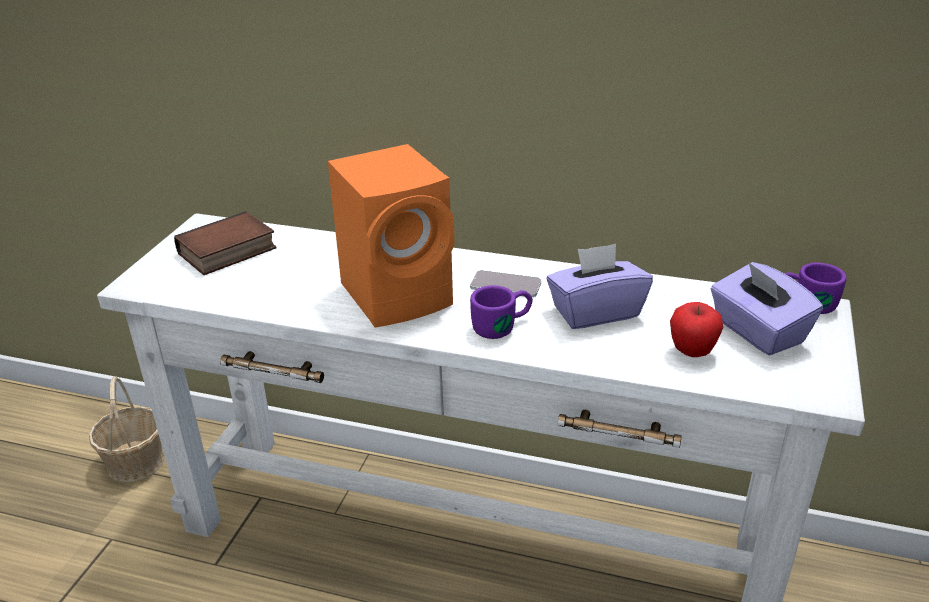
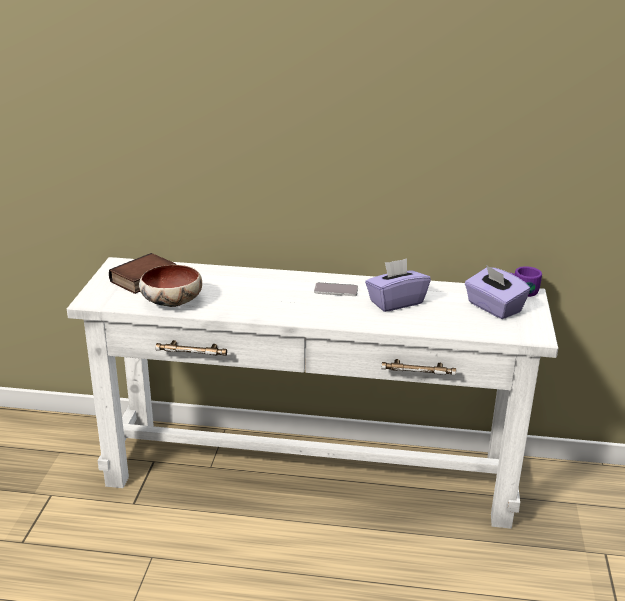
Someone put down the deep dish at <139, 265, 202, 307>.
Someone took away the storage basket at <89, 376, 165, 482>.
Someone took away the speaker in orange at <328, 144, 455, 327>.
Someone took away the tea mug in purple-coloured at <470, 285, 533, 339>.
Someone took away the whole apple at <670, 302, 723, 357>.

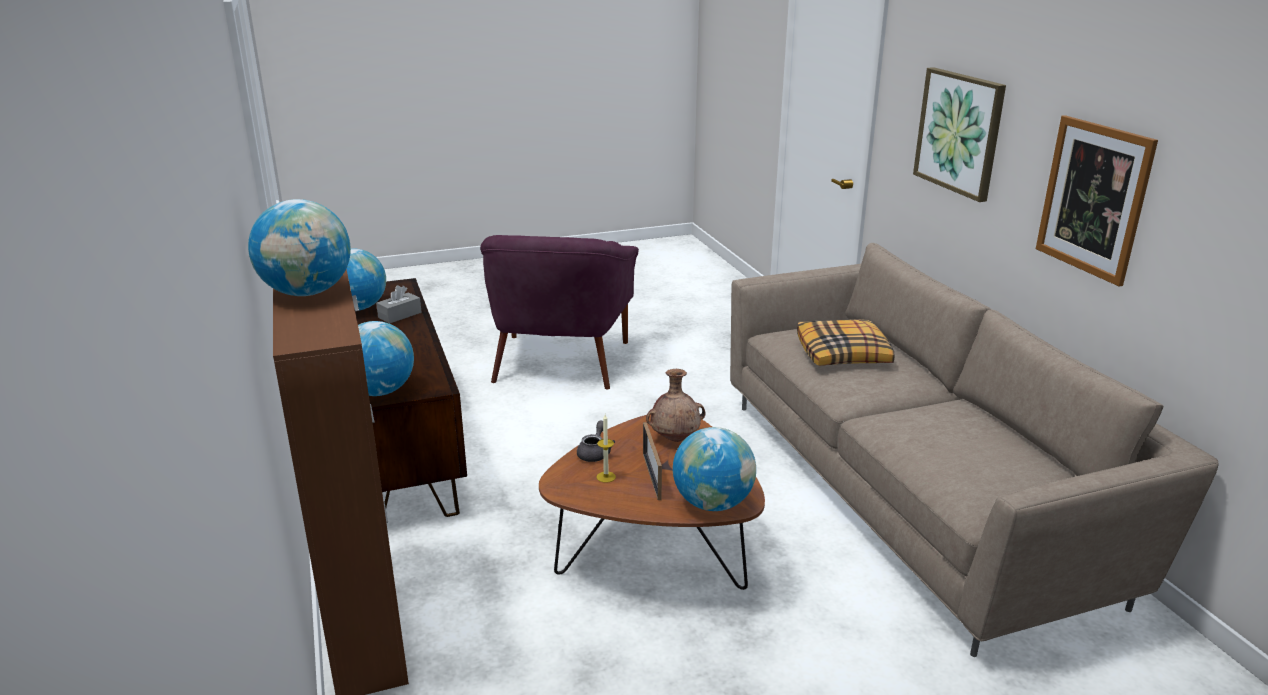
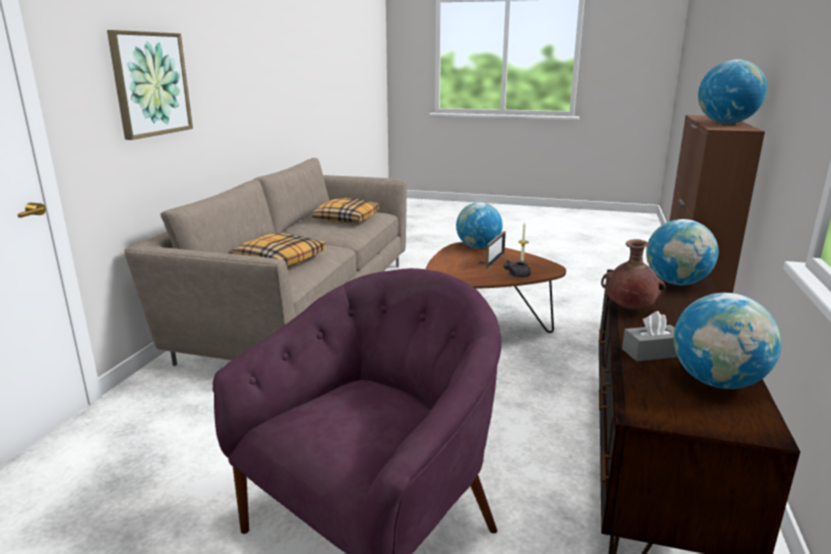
Someone put down the throw pillow at <312, 198, 379, 223>.
Someone carried the vase in brown from <646, 369, 705, 442> to <601, 239, 666, 309>.
Someone took away the wall picture at <1036, 115, 1158, 287>.

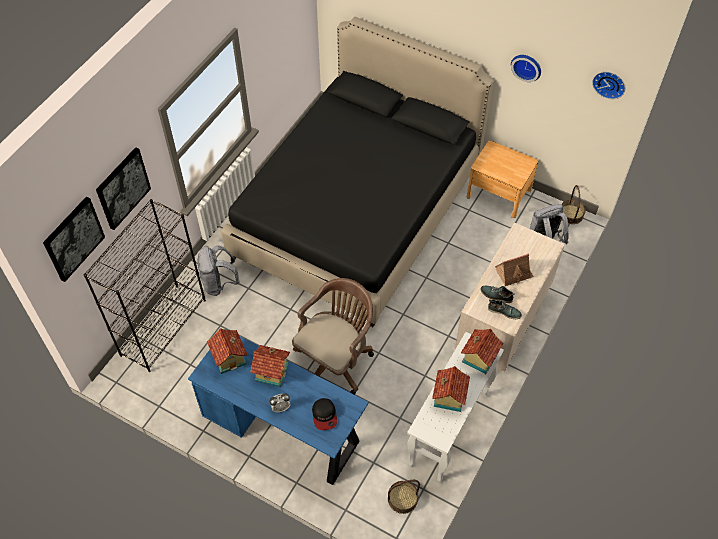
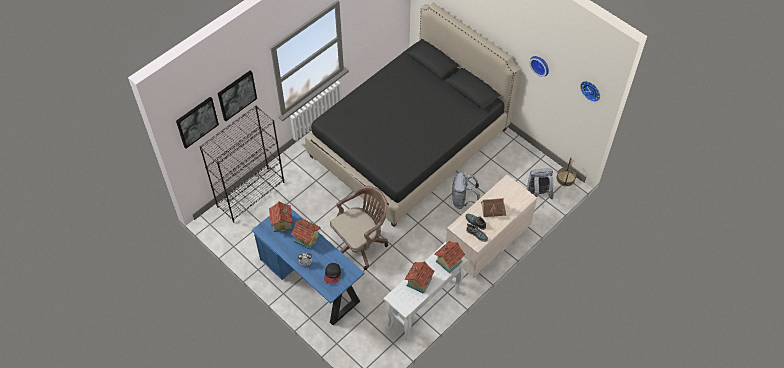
Someone carried the backpack in greyish from <197, 246, 240, 296> to <452, 172, 480, 209>.
Someone took away the storage basket at <388, 480, 420, 514>.
Someone took away the bedside table in brown at <467, 140, 538, 218>.

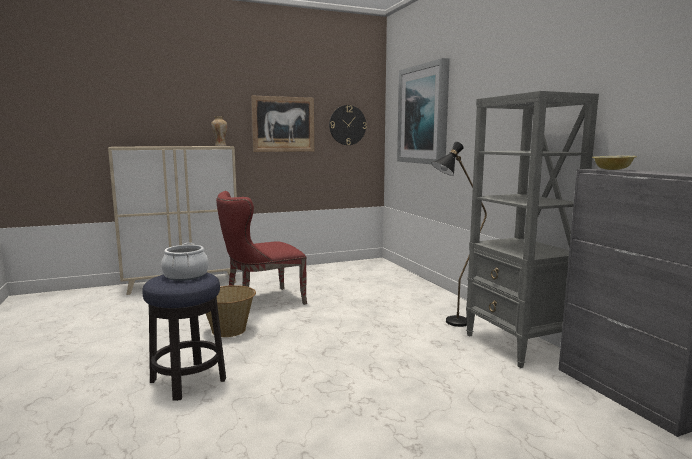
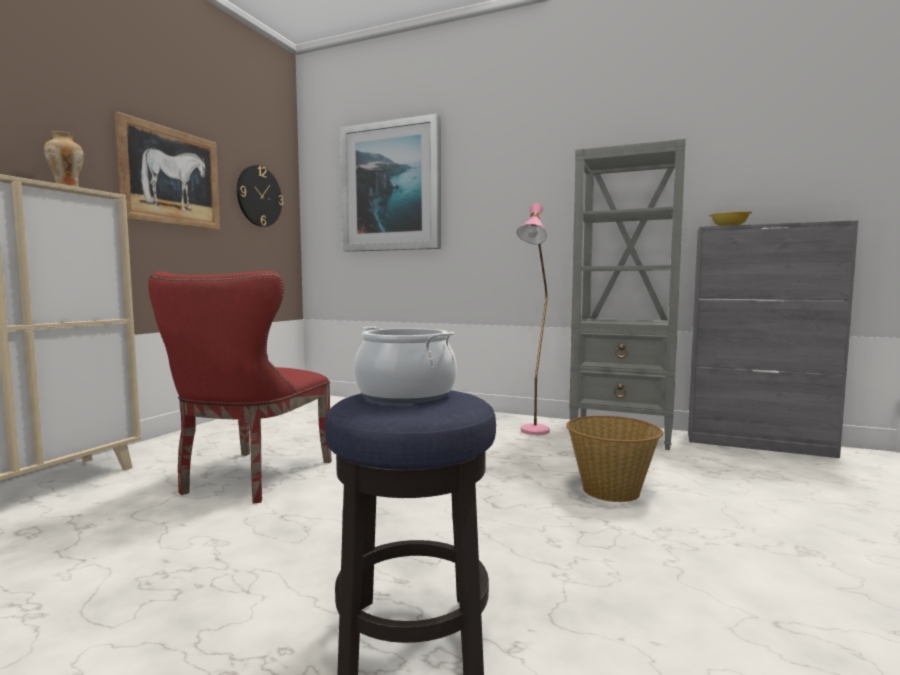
Someone repainted the floor lamp in blackish at <431, 142, 487, 327>, which became the floor lamp in pink-coloured at <517, 203, 550, 435>.
Someone carried the storage basket from <206, 285, 256, 337> to <566, 416, 663, 502>.

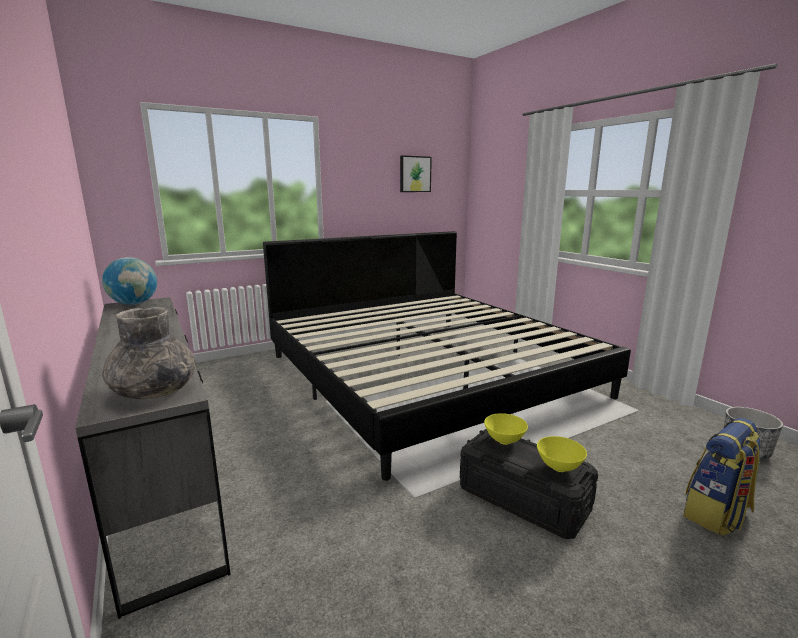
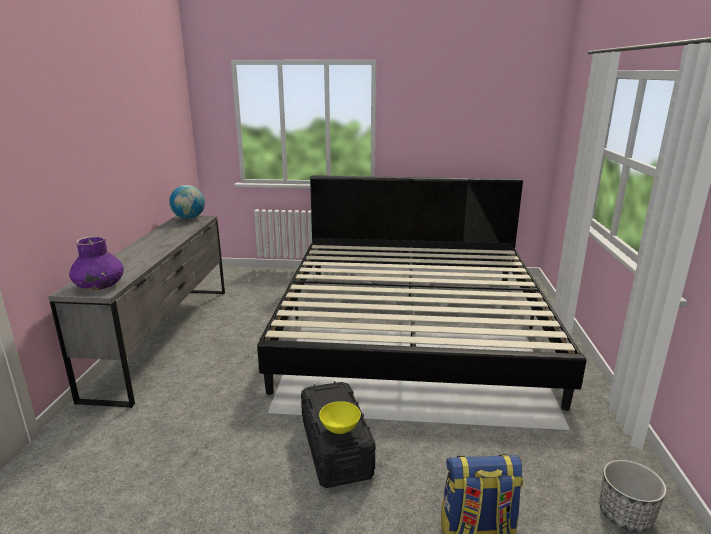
Someone repainted the vase in greyish at <102, 307, 195, 399>, which became the vase in purple-coloured at <69, 236, 124, 290>.
Someone took away the wall picture at <400, 155, 432, 192>.
Someone took away the deep dish in yellowish at <484, 413, 528, 445>.

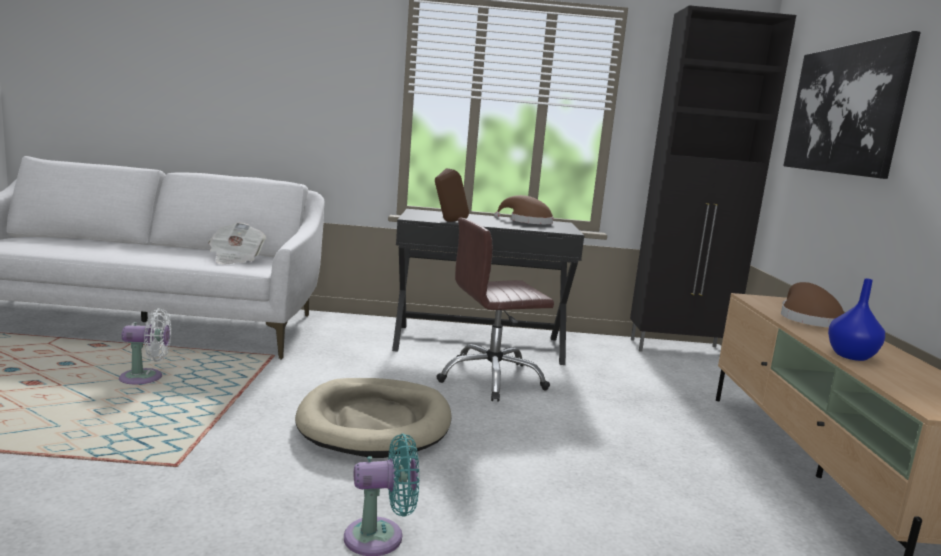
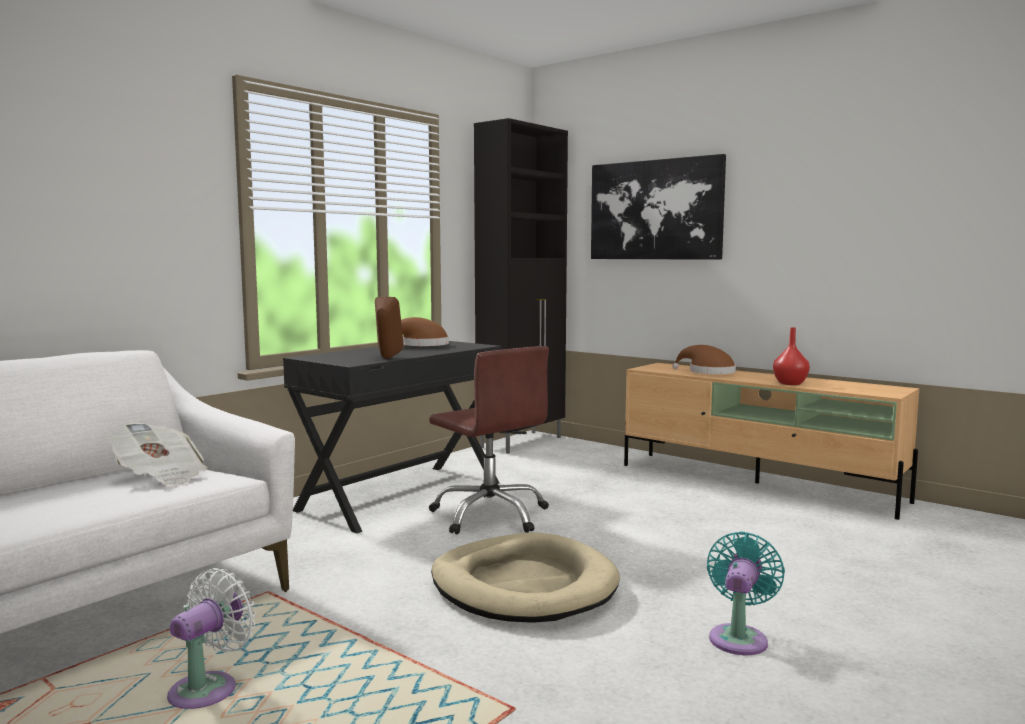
Someone rotated the desk chair in brown at <436, 218, 554, 402> by 60 degrees counterclockwise.
Someone repainted the vase in blue-coloured at <828, 278, 885, 361>, which became the vase in reddish at <773, 327, 810, 385>.

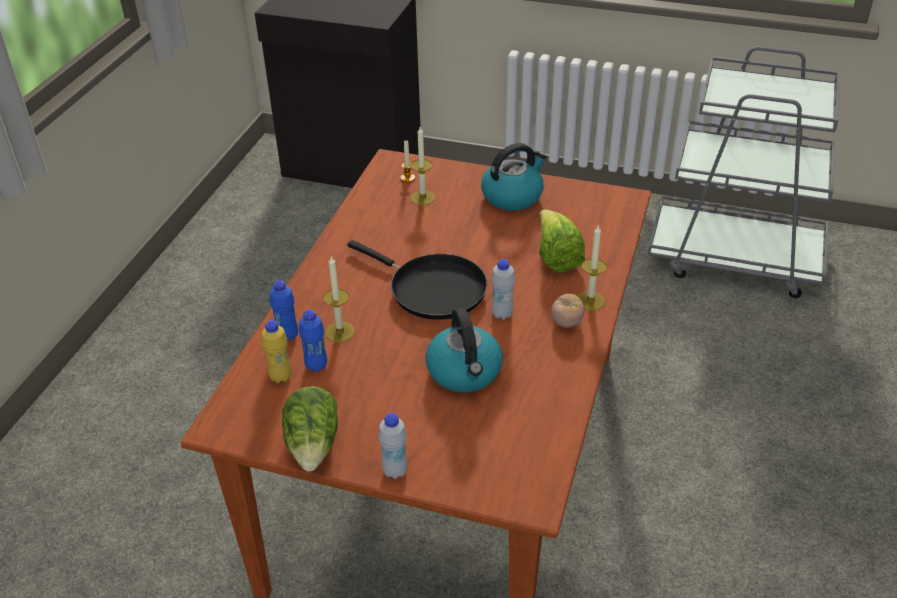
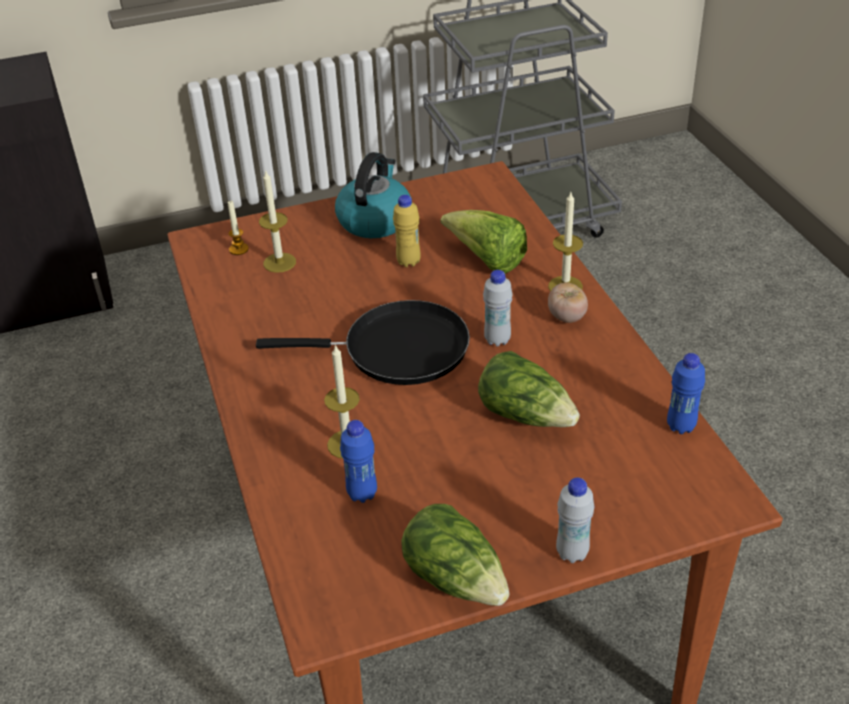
Someone carried the drink bottle in yellowish from <262, 320, 292, 383> to <393, 195, 421, 267>.
Someone swapped the kettle at <425, 307, 503, 392> for the lettuce at <478, 351, 580, 427>.
Someone carried the drink bottle in blue-coloured from <270, 280, 298, 341> to <667, 353, 705, 434>.

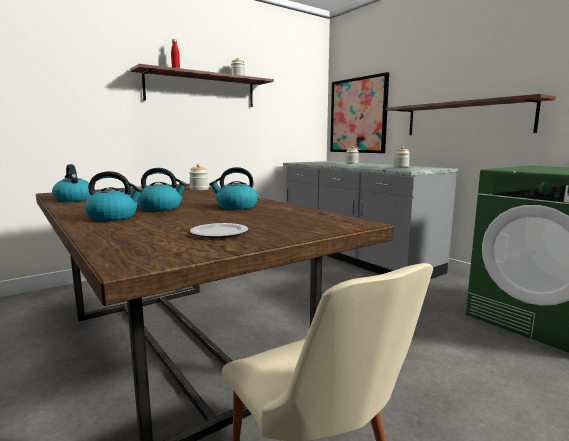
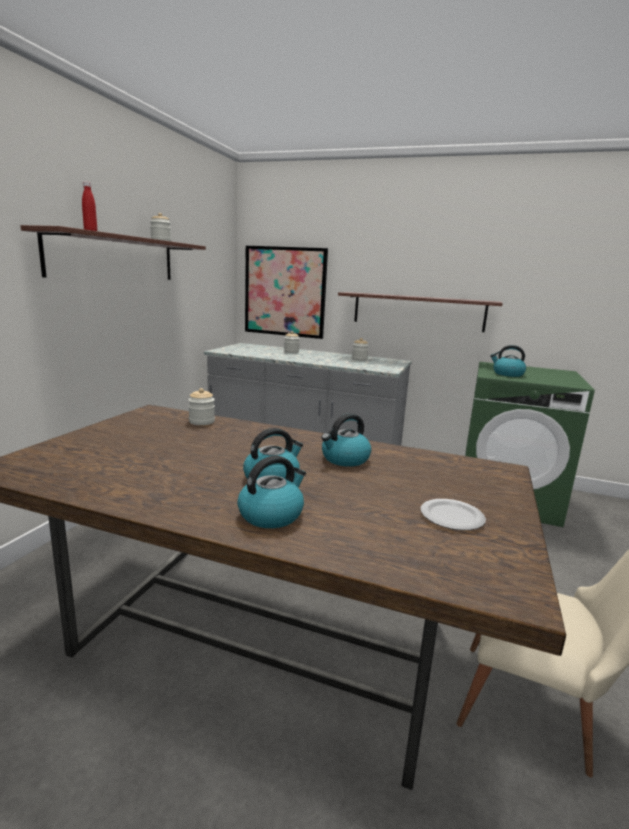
Someone carried the kettle from <52, 164, 91, 202> to <490, 345, 526, 377>.

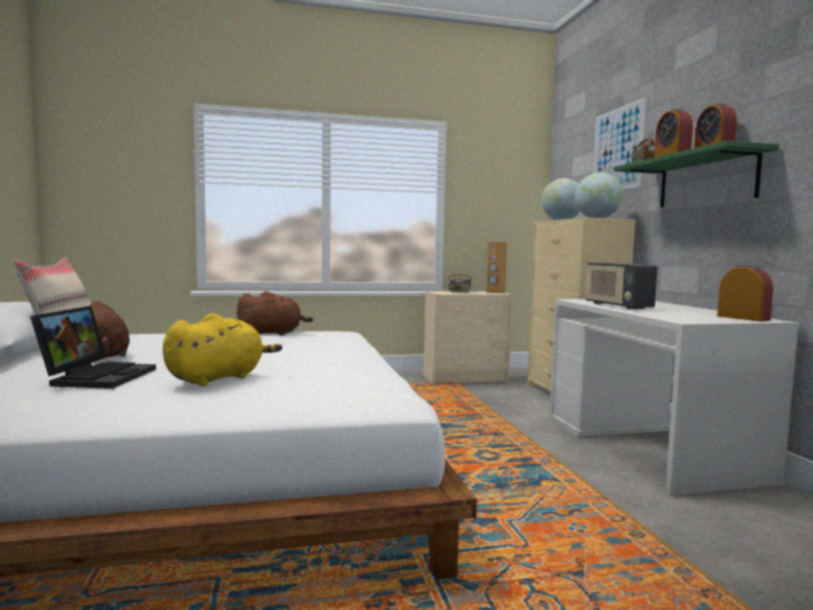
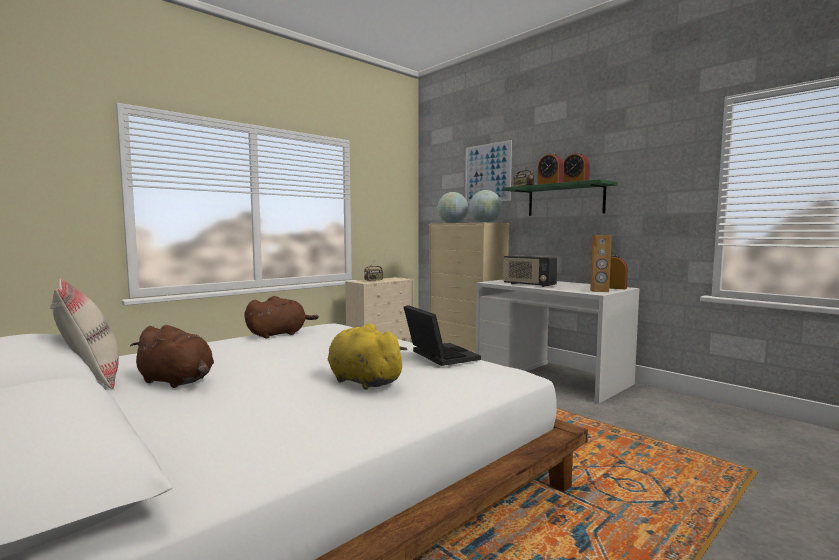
Someone rotated the plush toy in yellowish at <163, 313, 282, 386> by 60 degrees counterclockwise.
Someone carried the portable computer from <30, 306, 156, 389> to <404, 305, 481, 366>.
Someone carried the speaker in brown from <486, 242, 507, 293> to <590, 235, 612, 292>.

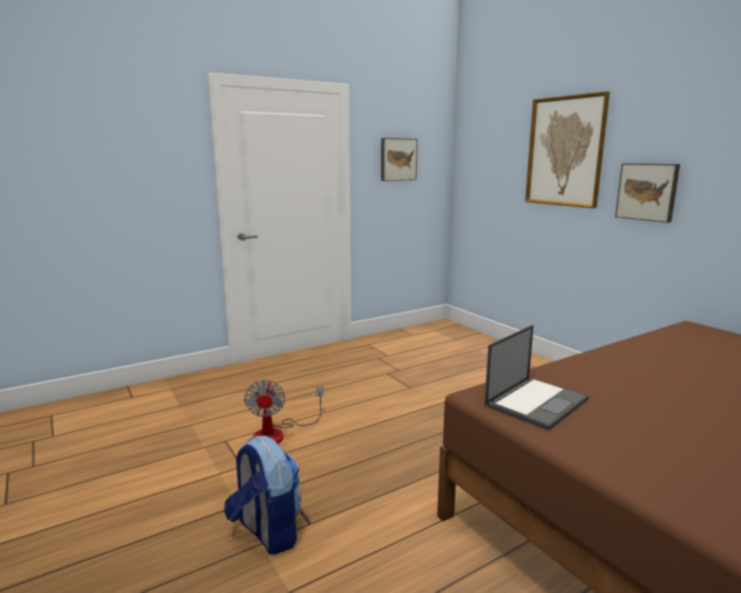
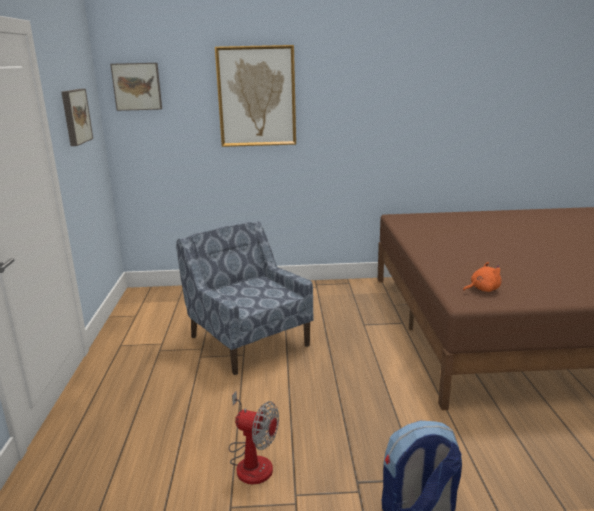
Someone carried the wall picture from <615, 163, 680, 223> to <110, 63, 162, 111>.
Someone put down the easy chair in blue-coloured at <176, 221, 313, 375>.
Someone swapped the portable computer at <484, 325, 589, 430> for the plush toy in orange at <463, 262, 501, 292>.

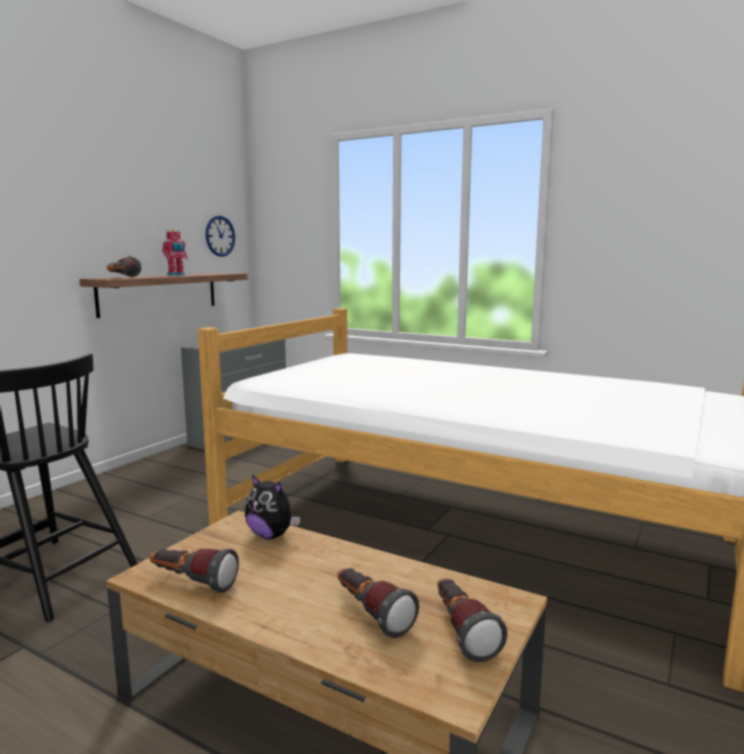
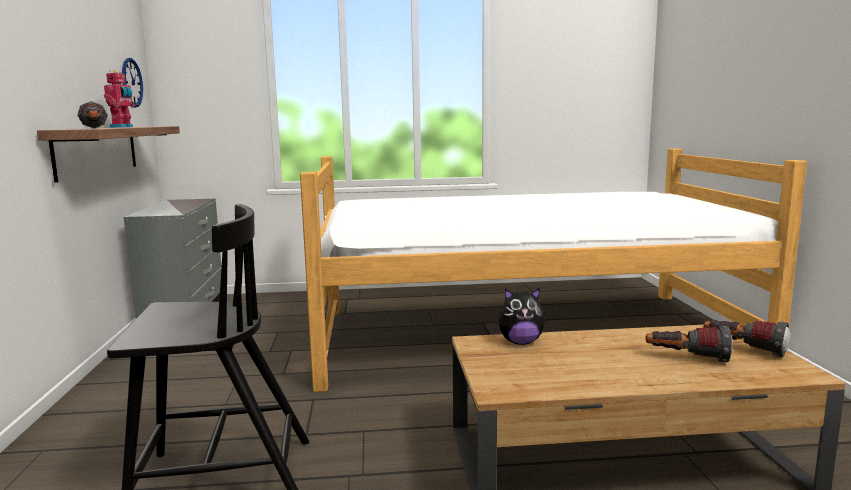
Someone took away the flashlight at <150, 548, 239, 593>.

